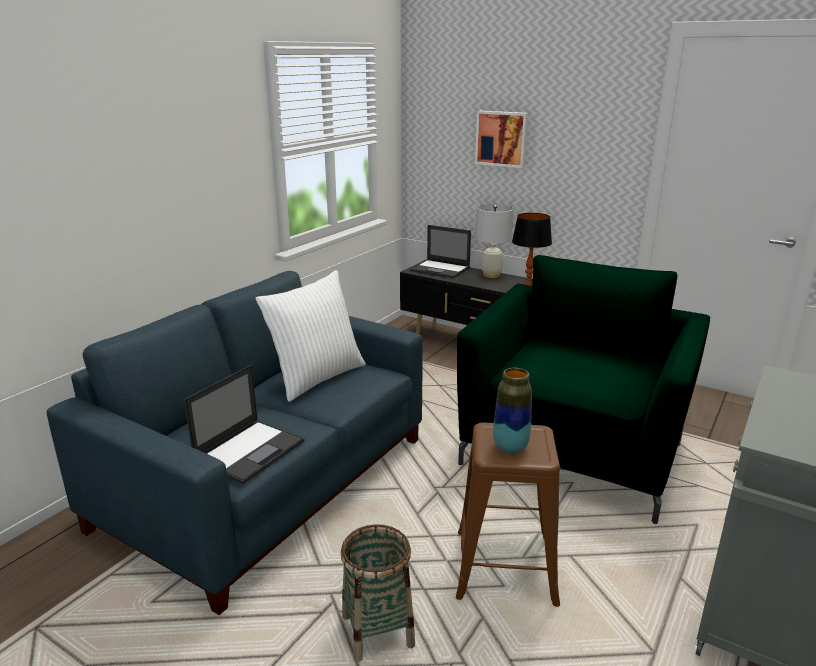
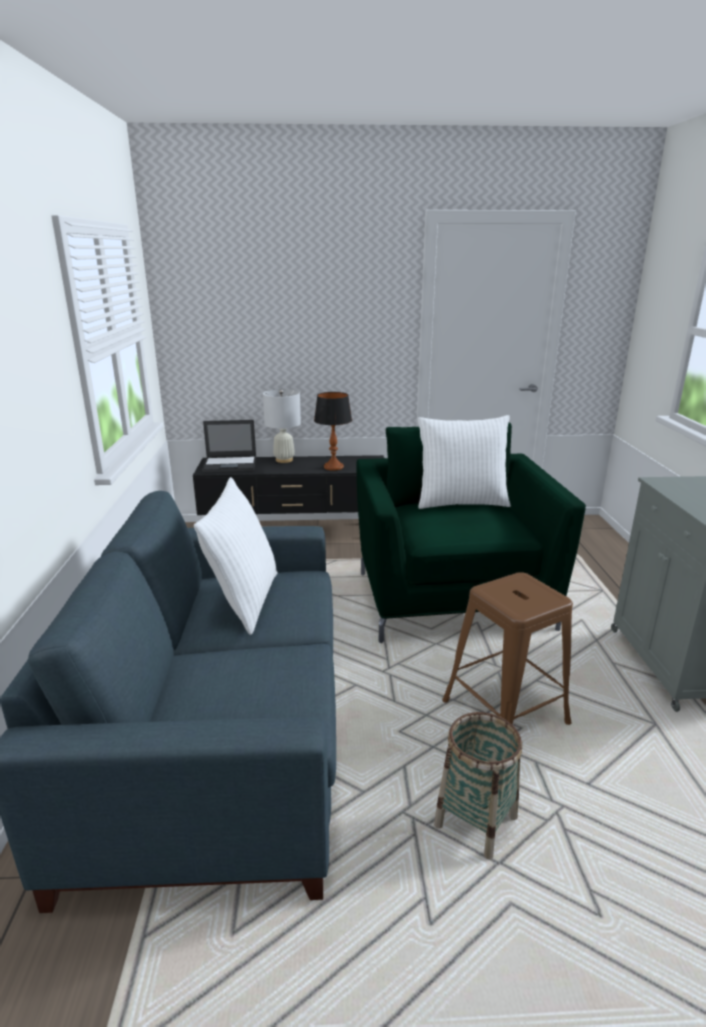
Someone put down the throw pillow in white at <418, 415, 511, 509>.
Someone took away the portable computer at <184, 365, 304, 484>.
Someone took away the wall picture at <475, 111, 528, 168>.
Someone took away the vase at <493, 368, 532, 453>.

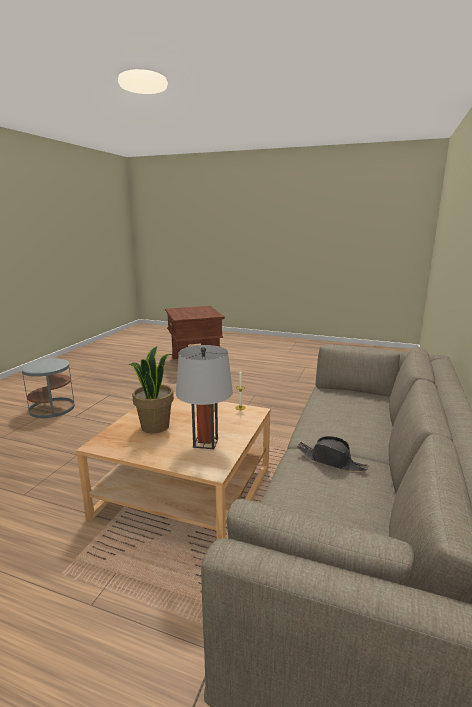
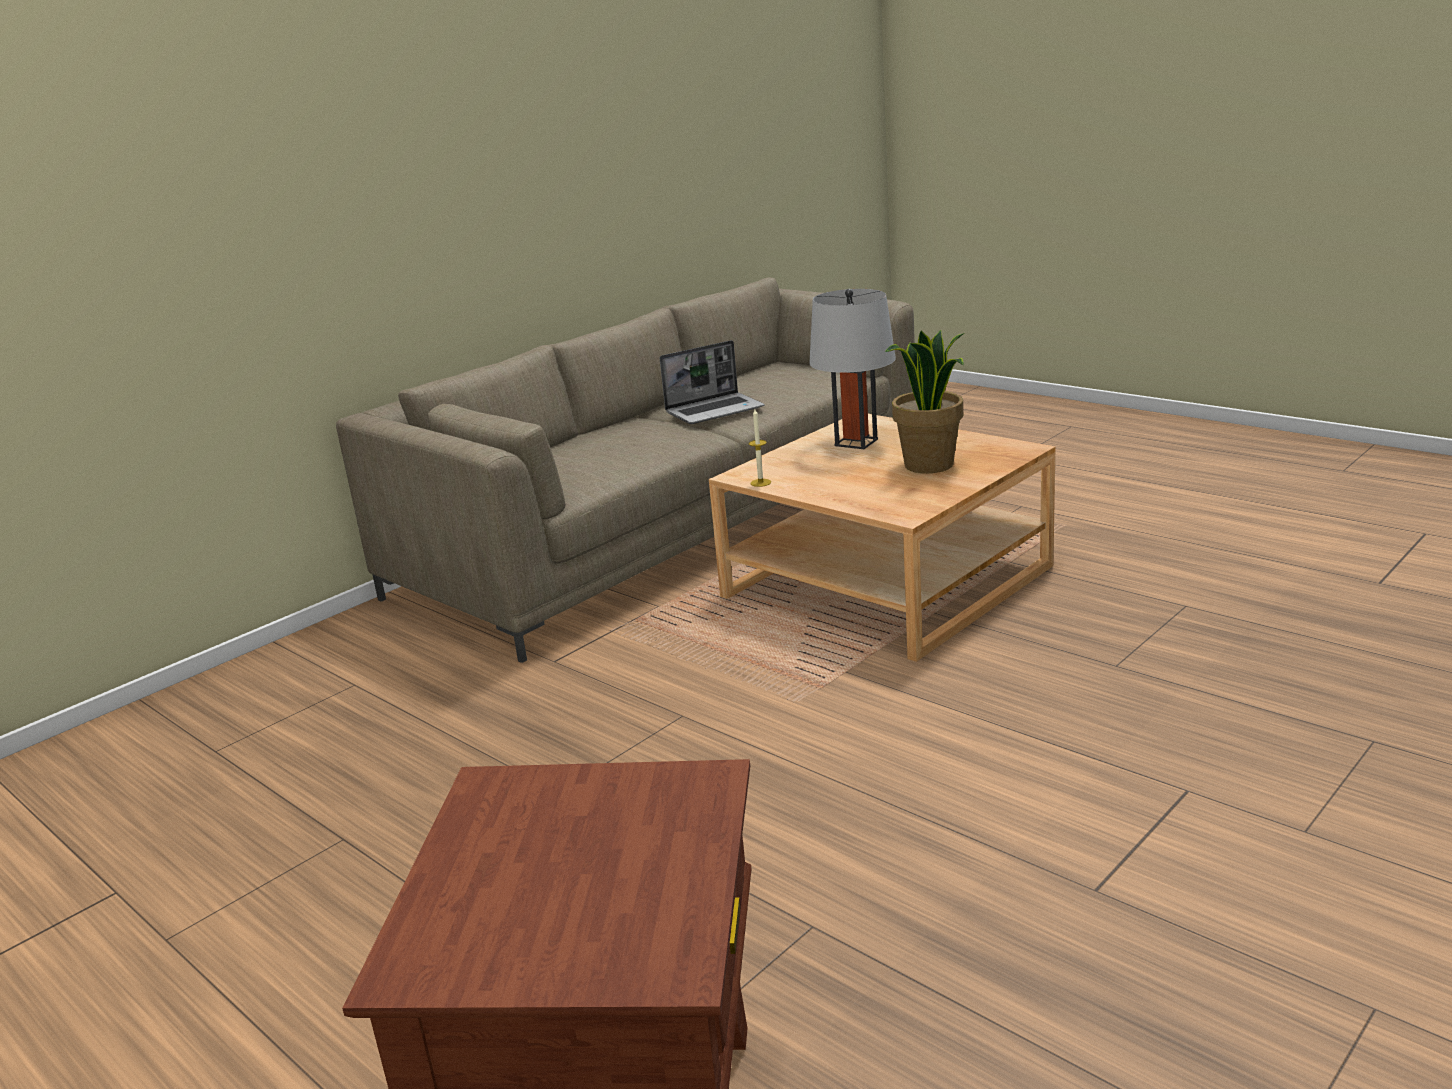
Someone swapped the clothing hat in blackish at <297, 436, 368, 471> for the portable computer at <660, 340, 764, 424>.
Someone took away the accent table in greyish at <21, 358, 75, 418>.

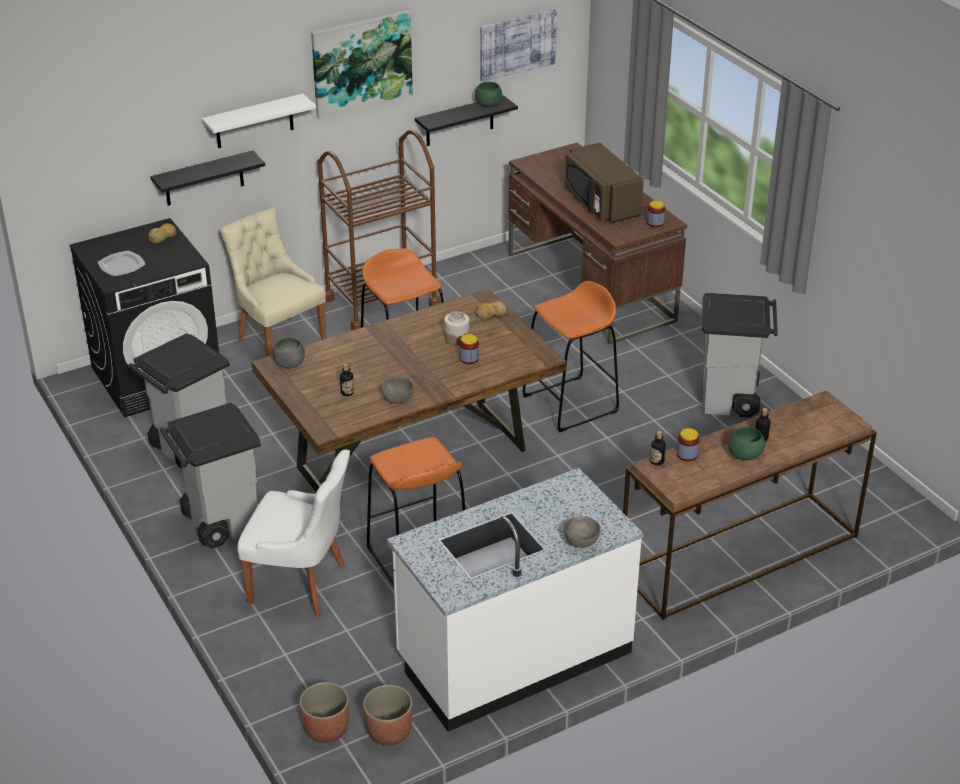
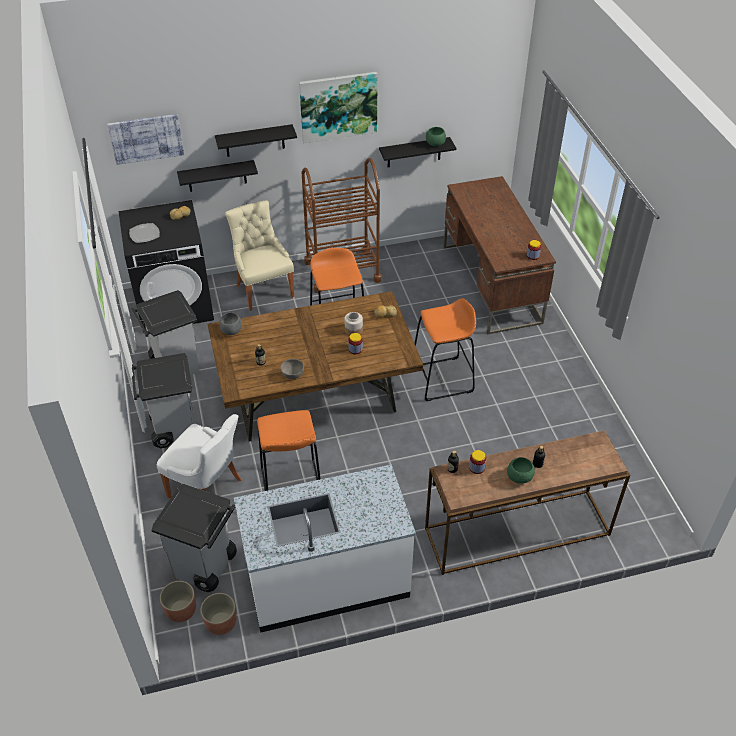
Someone carried the wall picture from <480, 9, 557, 82> to <107, 114, 184, 165>.
Someone carried the trash can in greyish from <702, 293, 778, 418> to <152, 483, 237, 592>.
Someone repainted the bracket shelf in white at <202, 94, 316, 148>, which became the bracket shelf in blackish at <215, 124, 297, 157>.
Someone took away the deep dish in greyish at <564, 516, 601, 548>.
Someone took away the kitchen microwave in brown at <565, 142, 644, 223>.

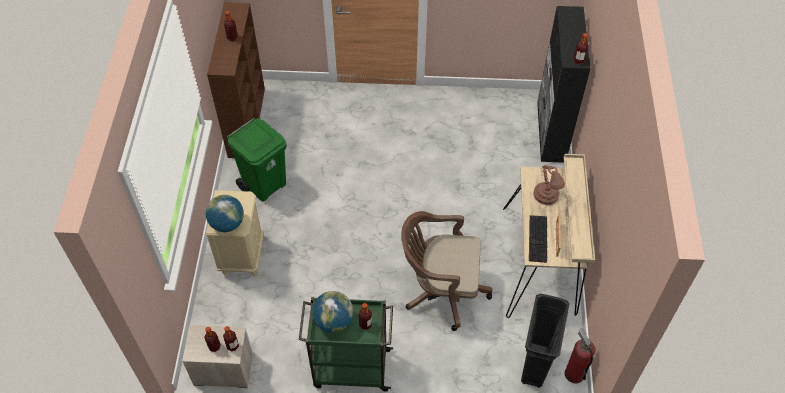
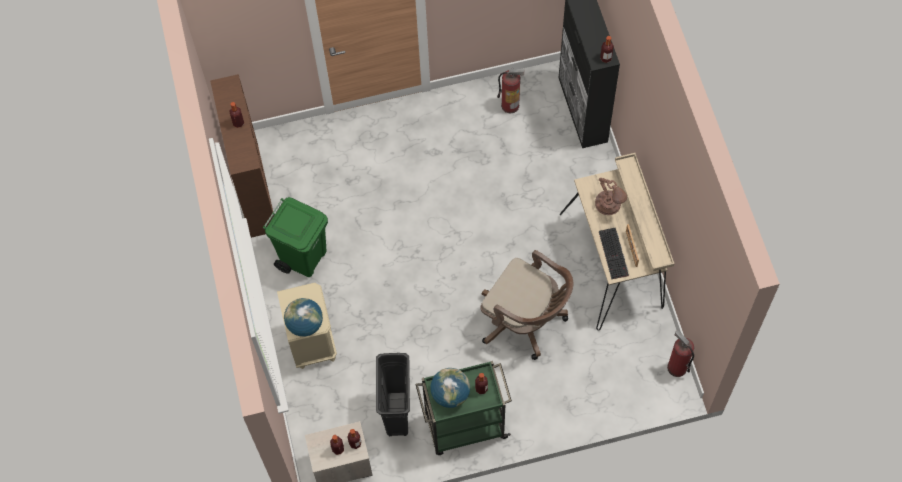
Someone carried the trash can in blackish from <521, 294, 570, 388> to <376, 353, 410, 436>.
Someone rotated the desk chair in brown at <401, 211, 492, 331> by 135 degrees counterclockwise.
Someone put down the fire extinguisher at <497, 67, 525, 113>.

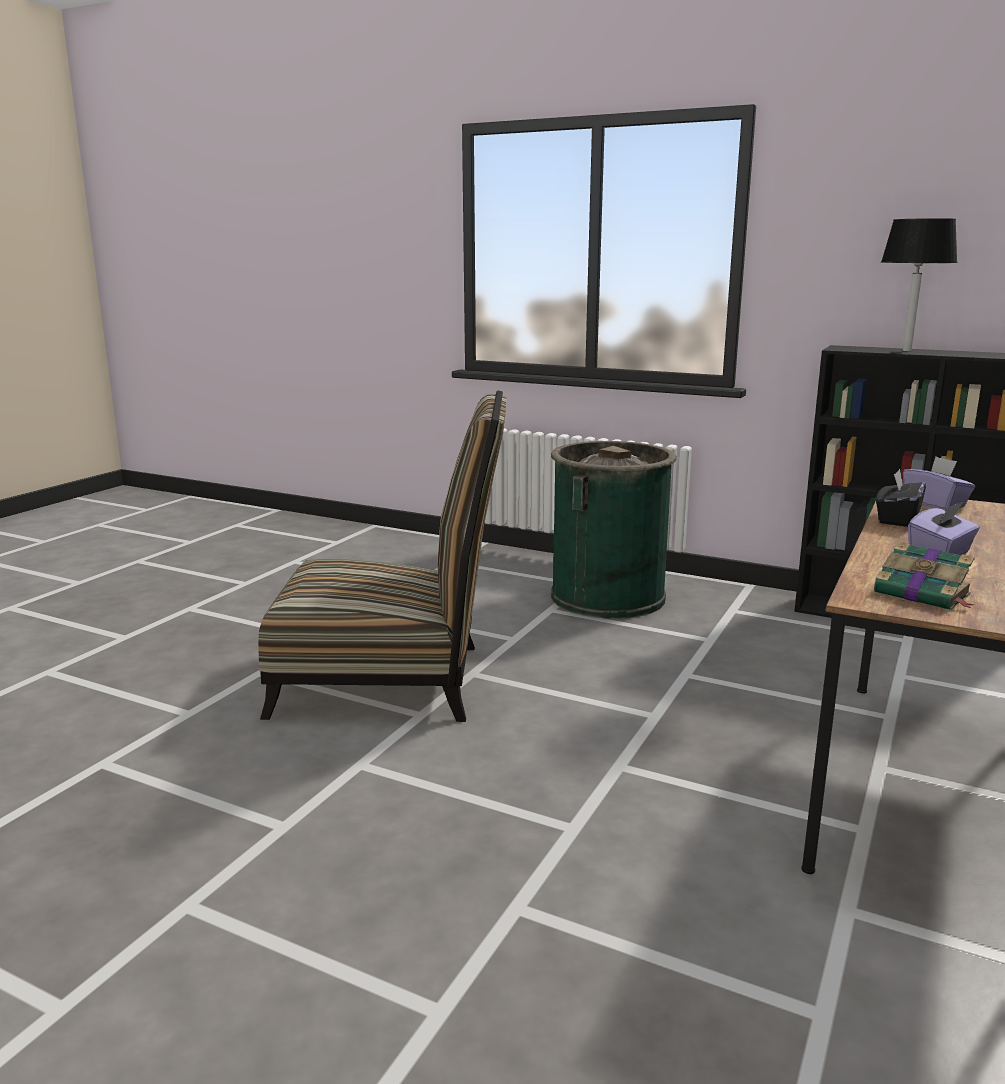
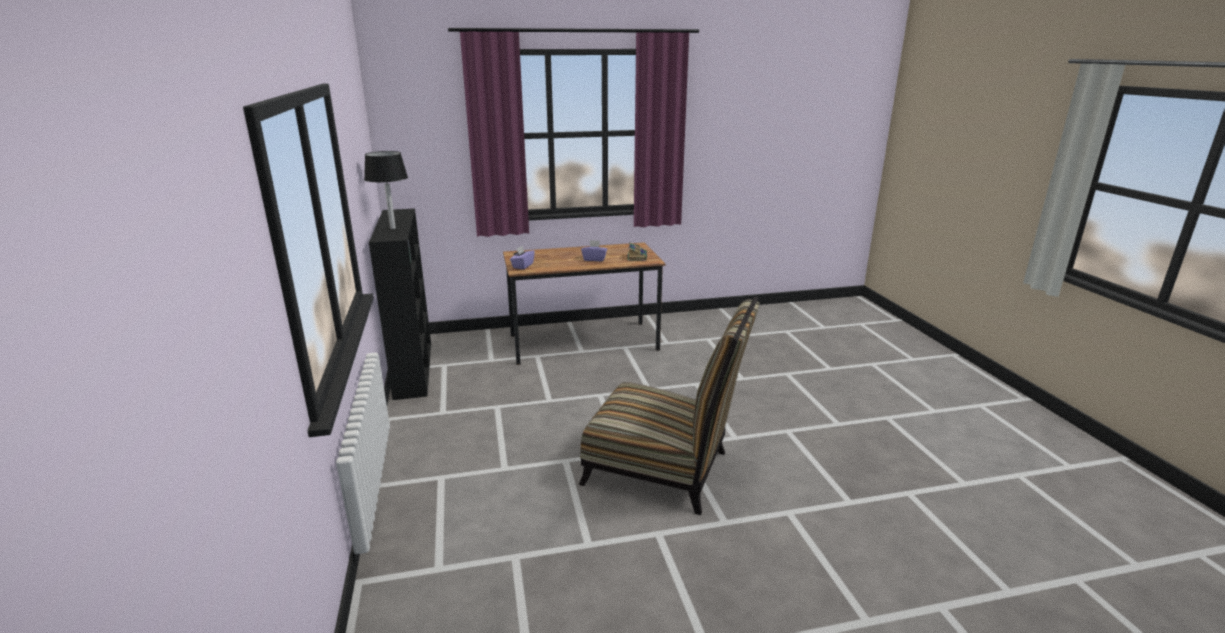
Someone rotated the plain chair at <258, 390, 506, 722> by 150 degrees clockwise.
Someone took away the trash can in green at <551, 441, 677, 619>.
Someone took away the box of tissues in blackish at <876, 469, 926, 527>.

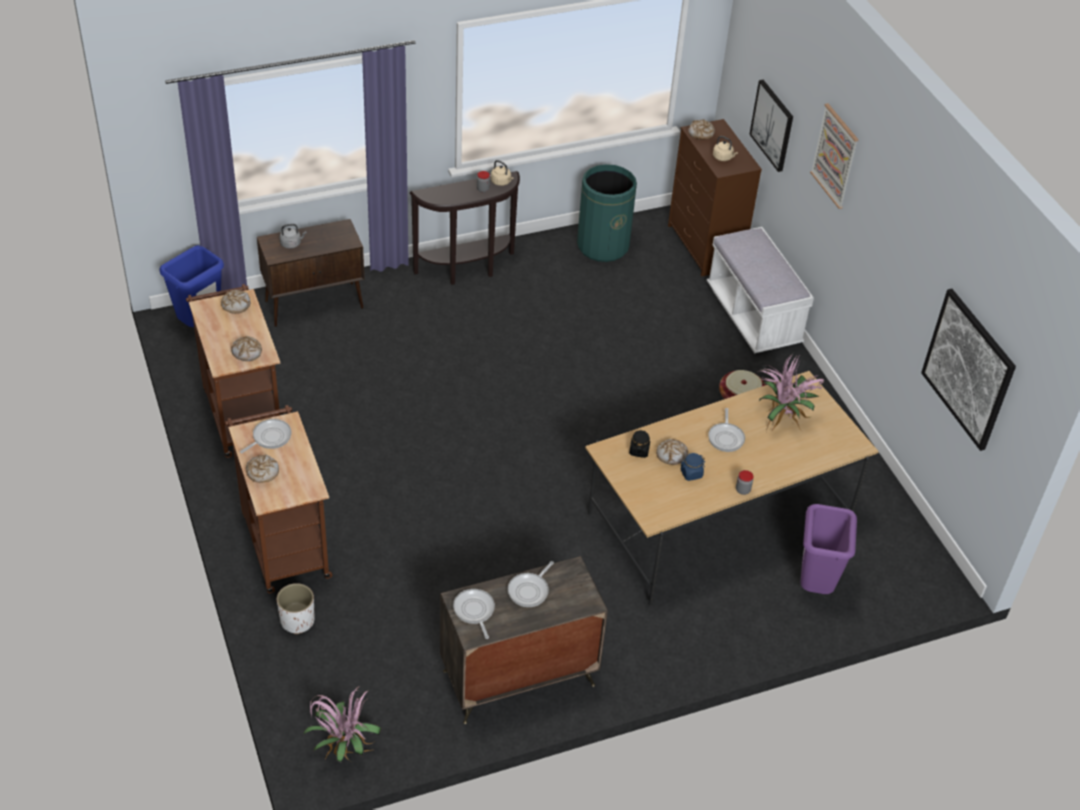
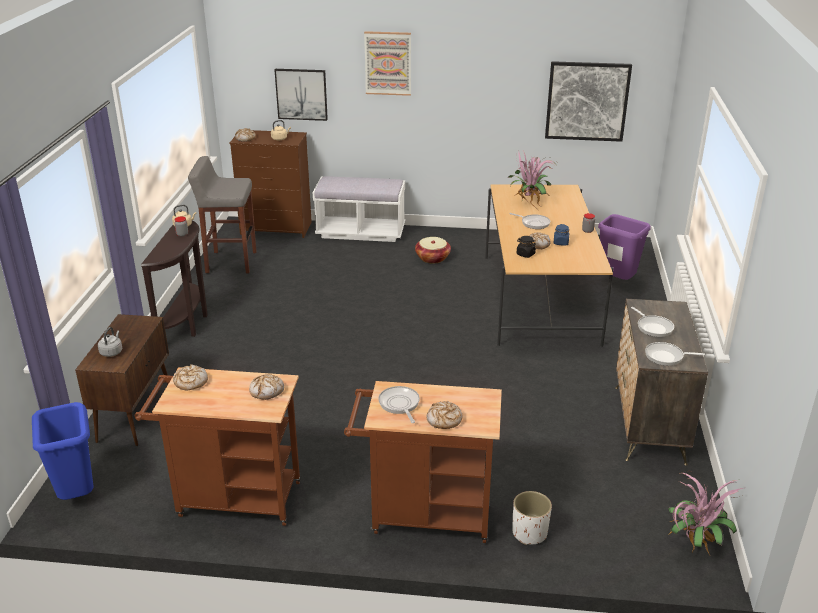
Someone swapped the trash can in green at <577, 164, 637, 262> for the sitting stool in greyish at <188, 156, 257, 274>.

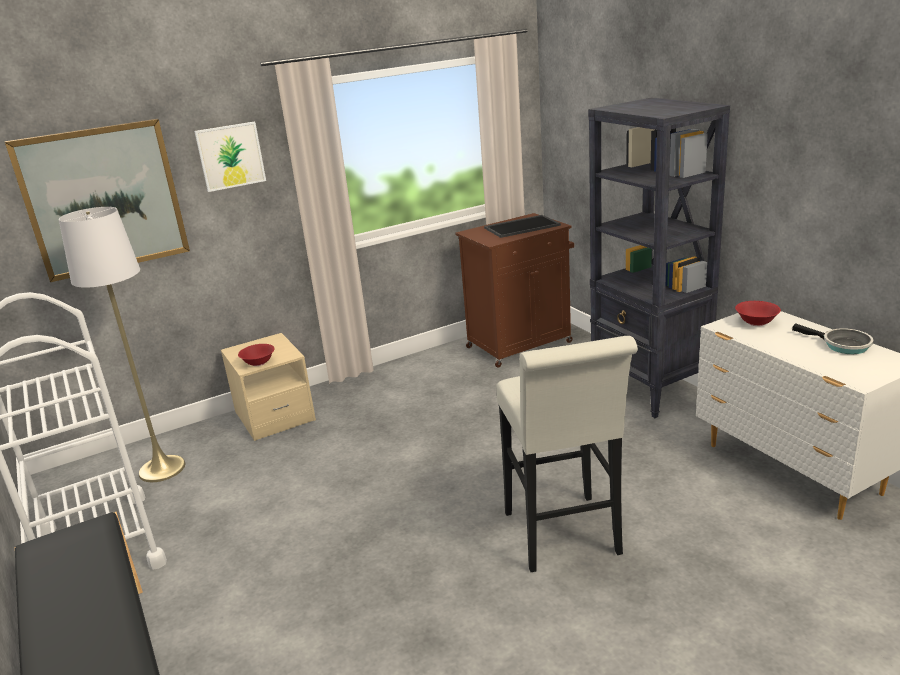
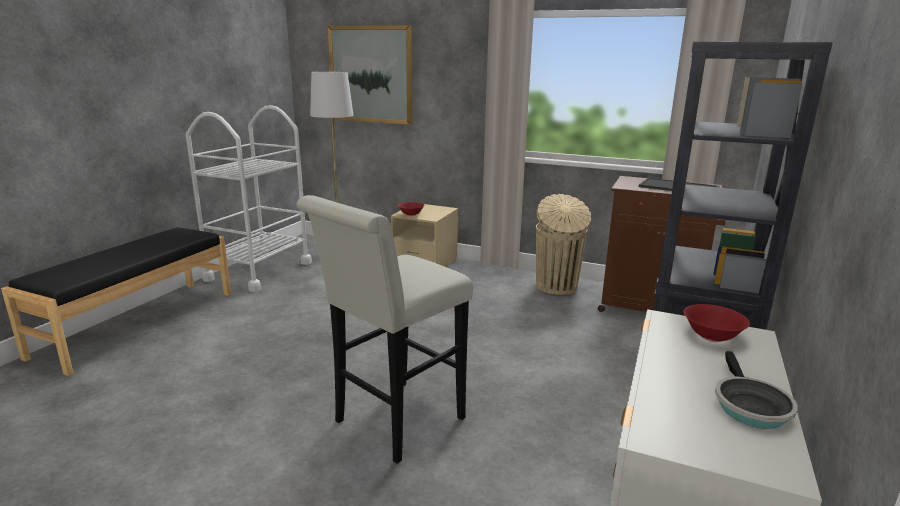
Someone put down the trash can in sand-coloured at <536, 194, 591, 295>.
Someone took away the wall picture at <194, 122, 266, 192>.

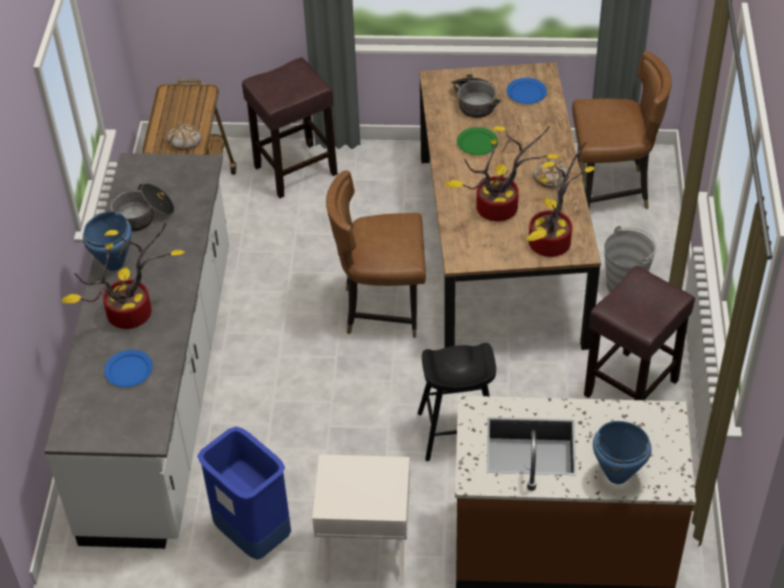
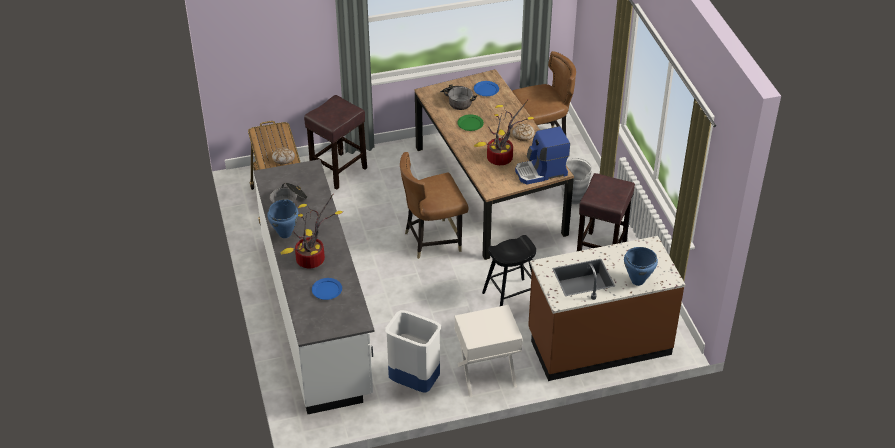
Someone repainted the trash can in blue-coloured at <197, 426, 291, 560>, which became the trash can in white at <385, 310, 441, 393>.
Someone swapped the houseplant at <525, 142, 595, 257> for the coffee brewer at <515, 126, 570, 185>.

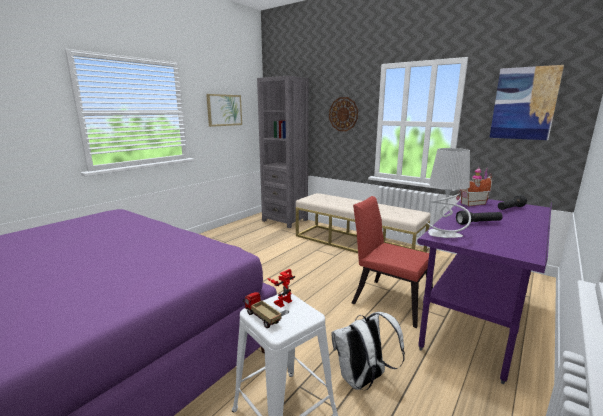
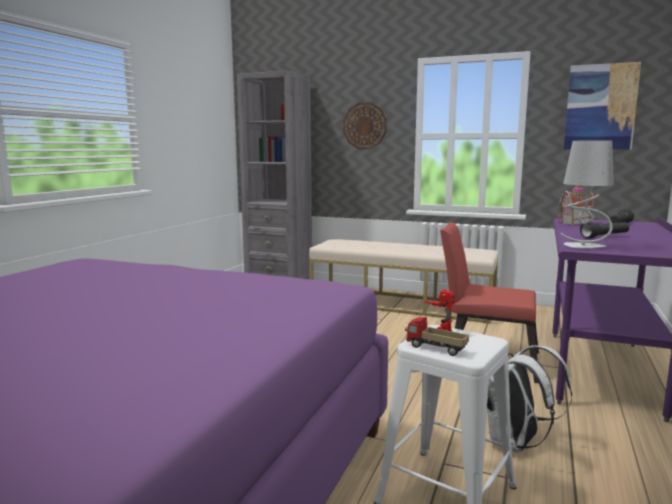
Someone took away the wall picture at <206, 94, 242, 127>.

